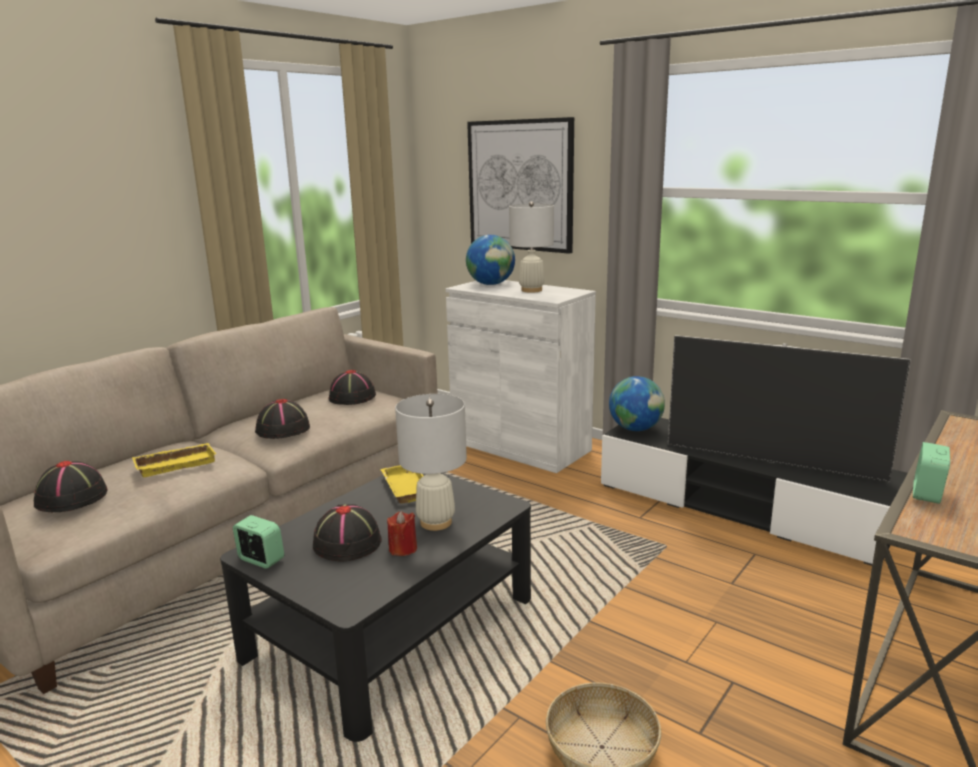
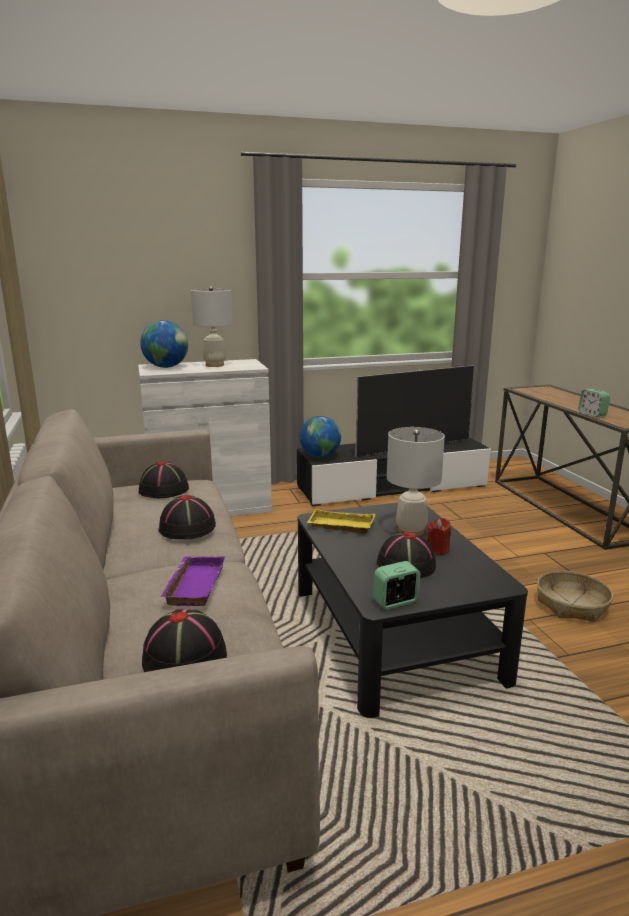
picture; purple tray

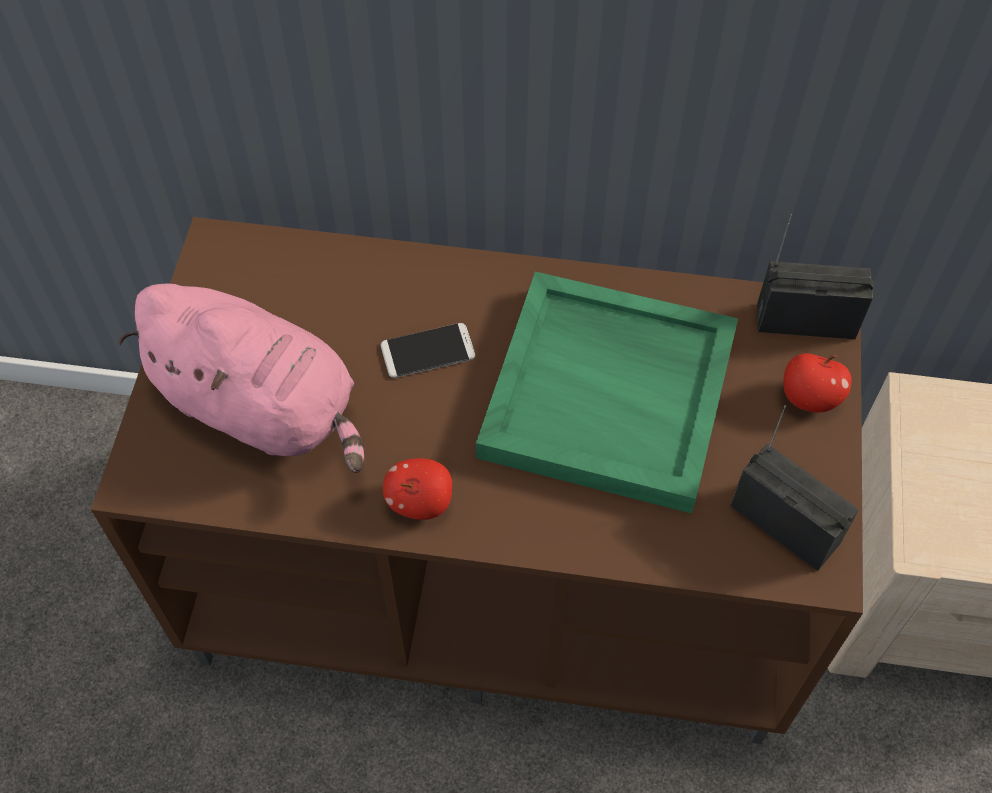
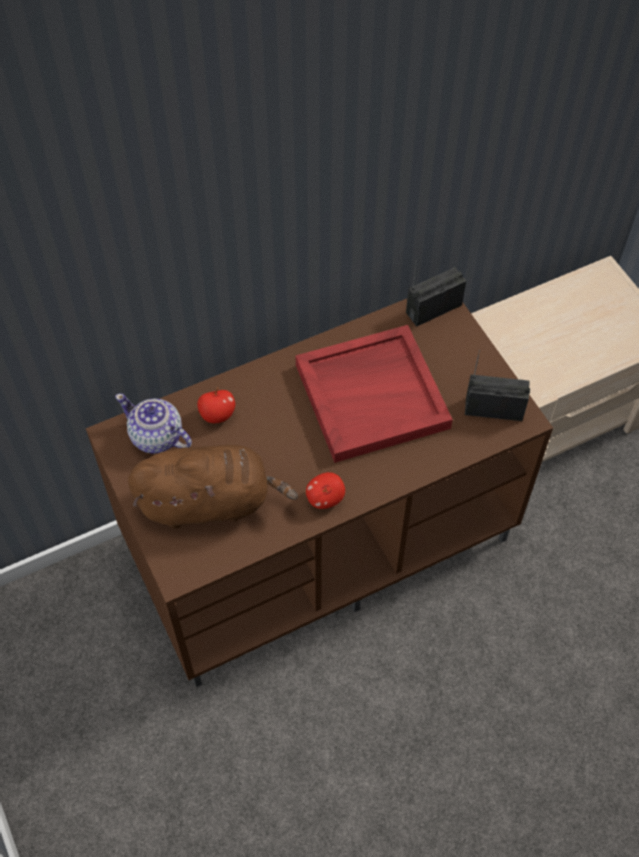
phone; teapot; apple (no. 1 from left); brown plush toy; red tray

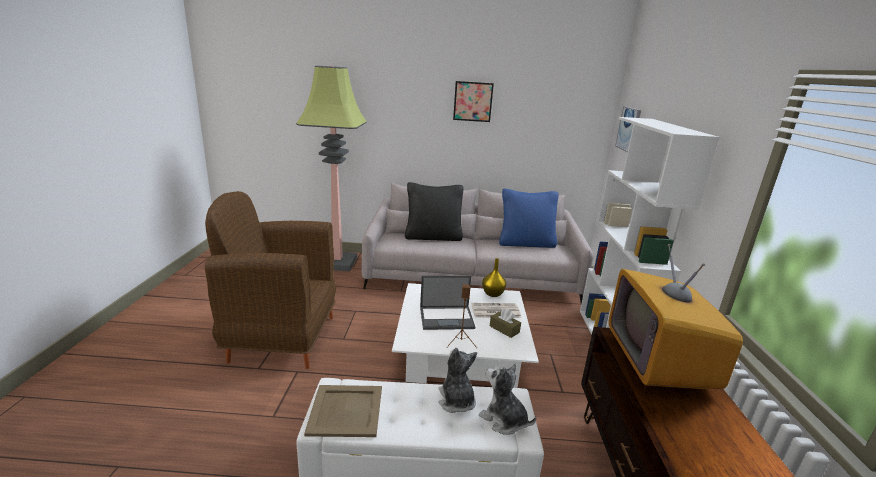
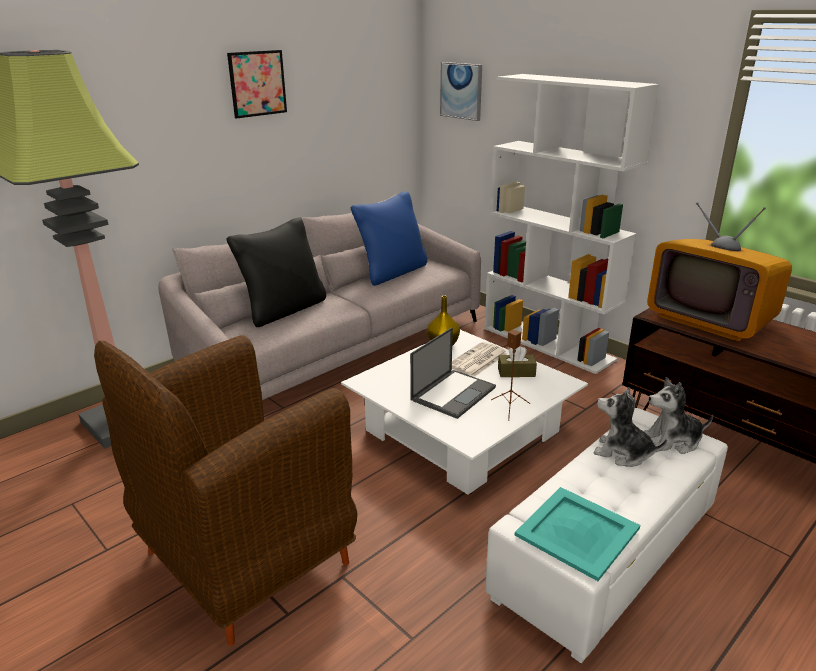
turquoise tray

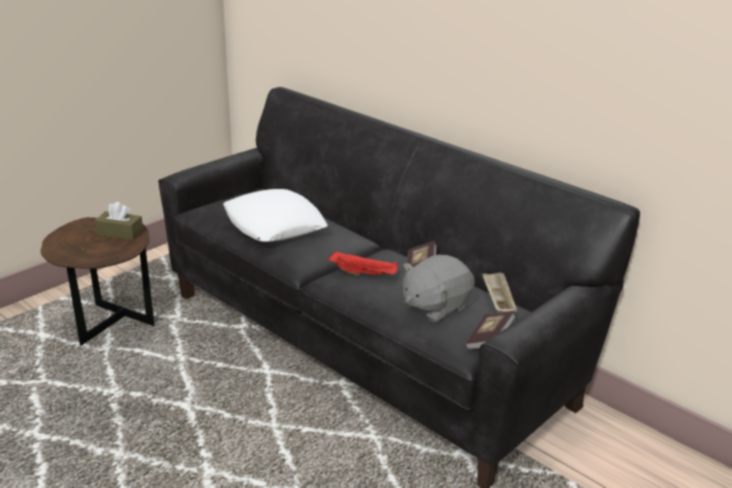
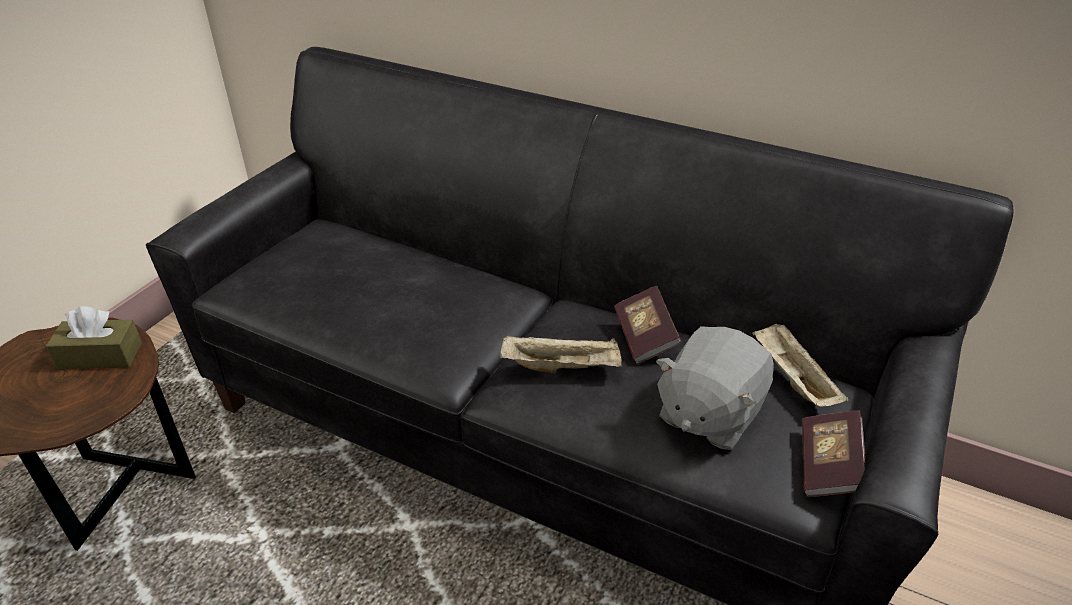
white pillow; beige tray (no. 1 from left)

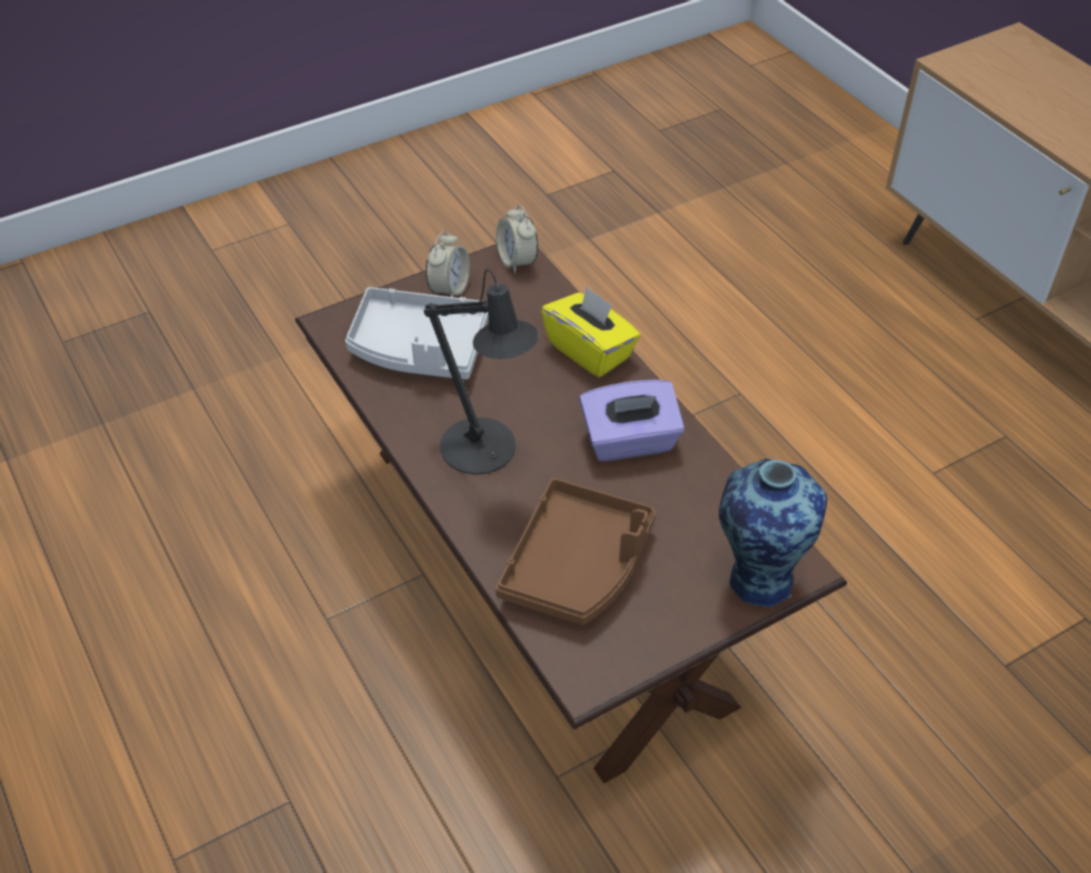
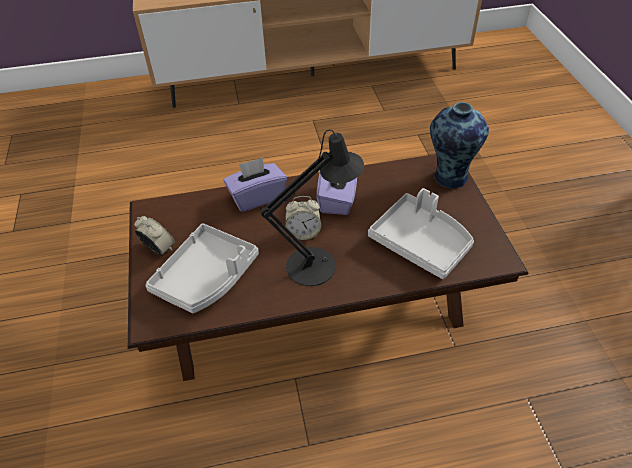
alarm clock (no. 2 from left); grey tray (no. 2 from left); purple tissue box (no. 1 from left)

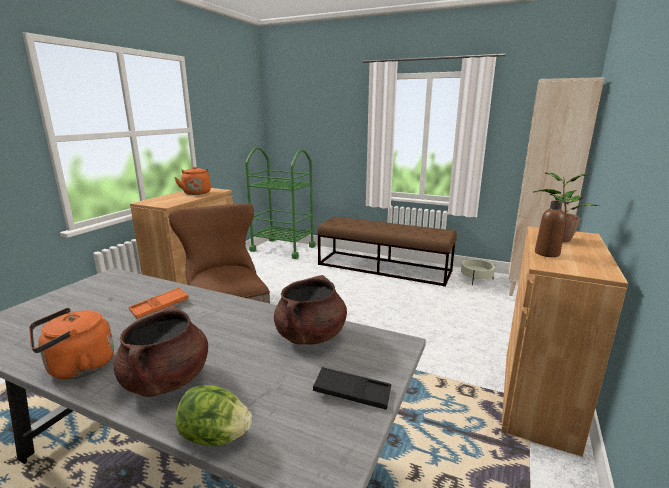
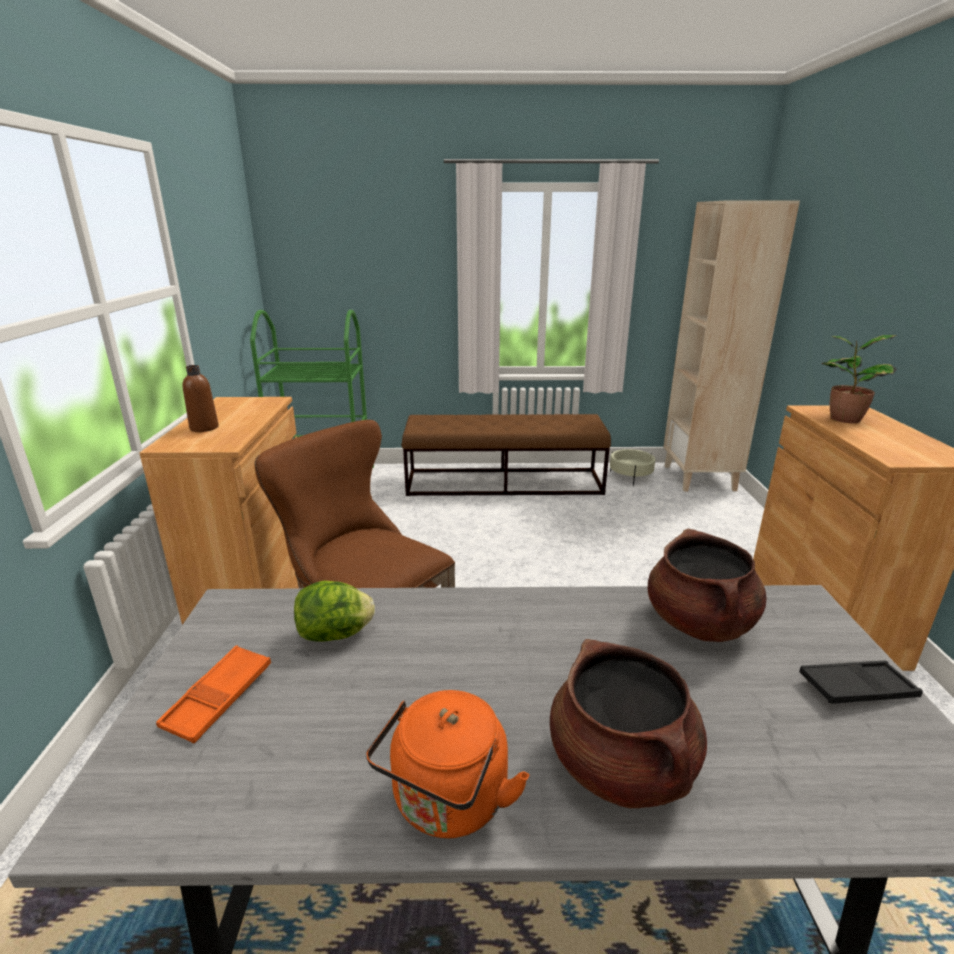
orange kettle (no. 2 from left in the first image); orange tray; lettuce; brown bottle

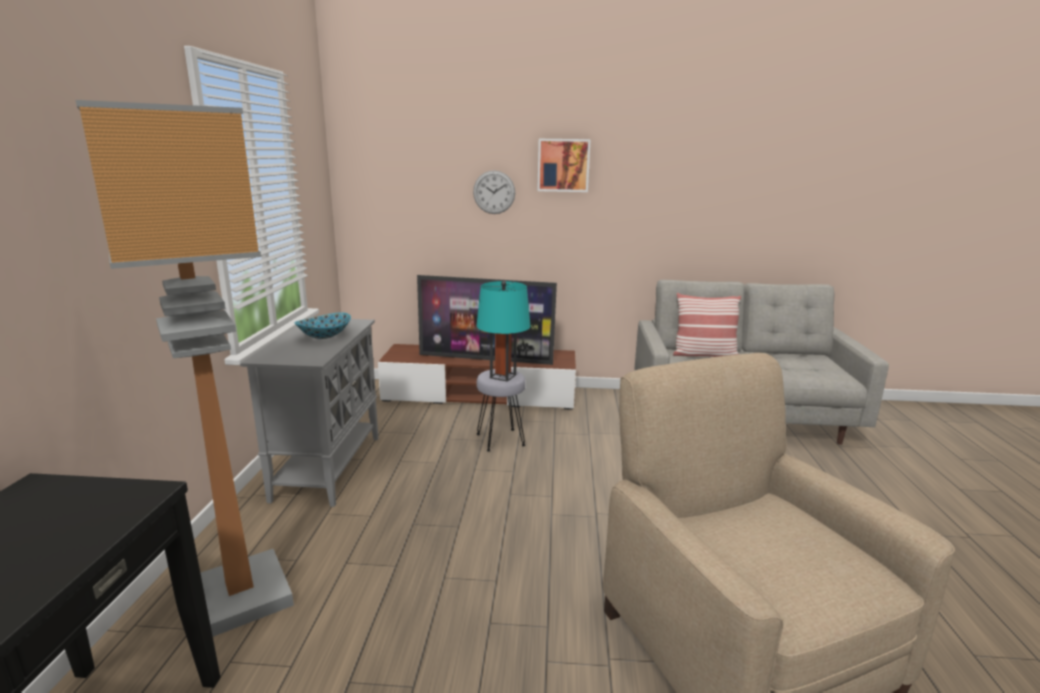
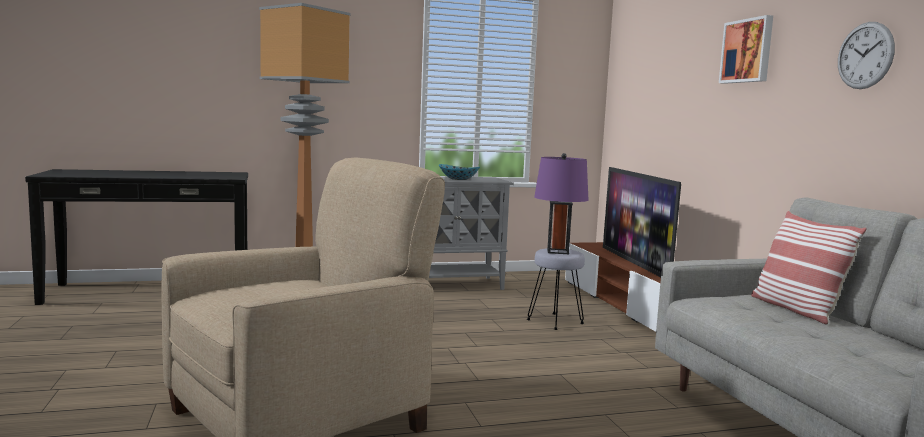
wall clock; purple table lamp

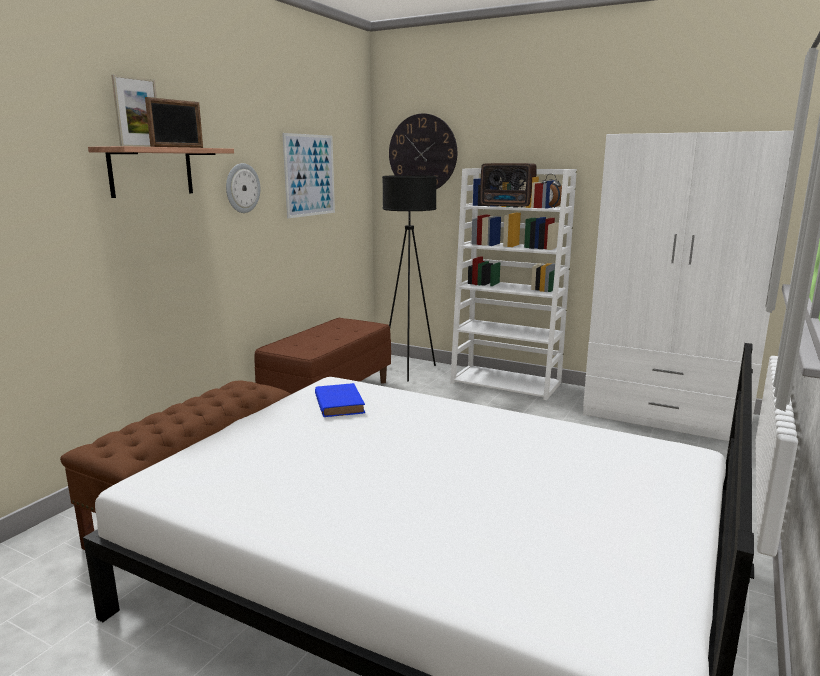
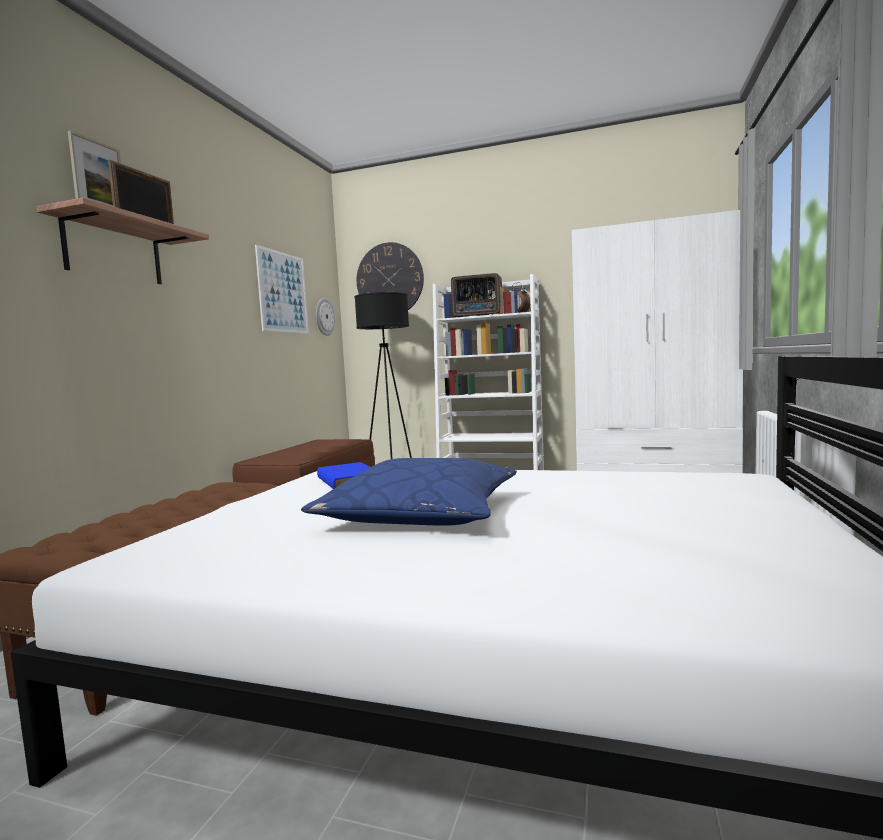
blue pillow; wall clock (no. 1 from left)

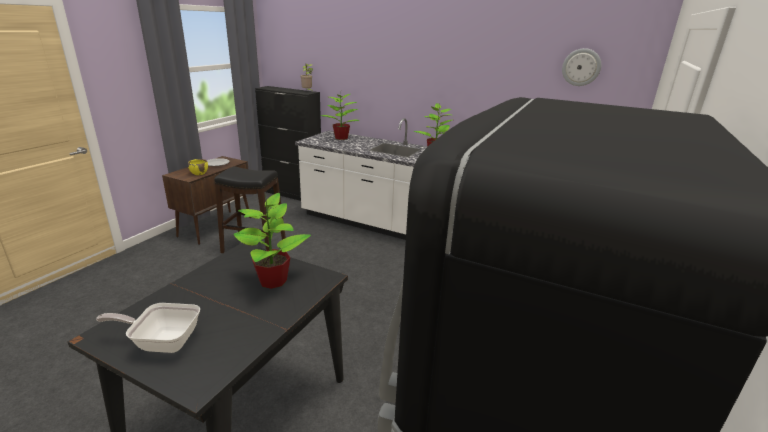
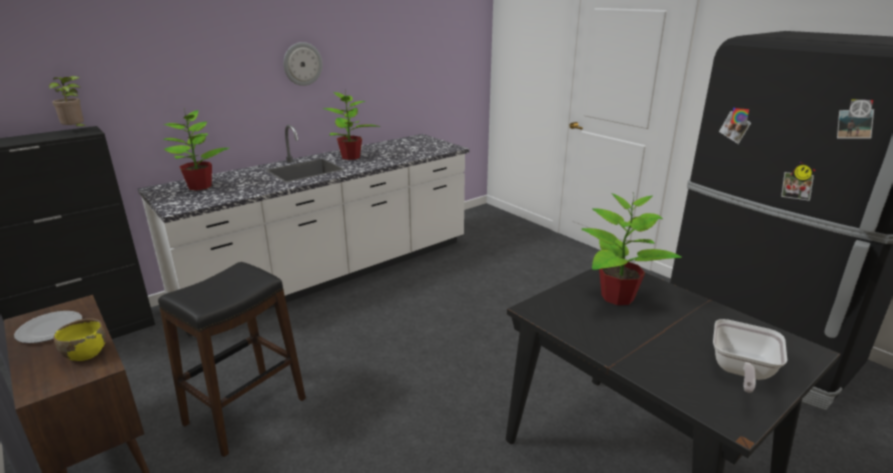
wall clock

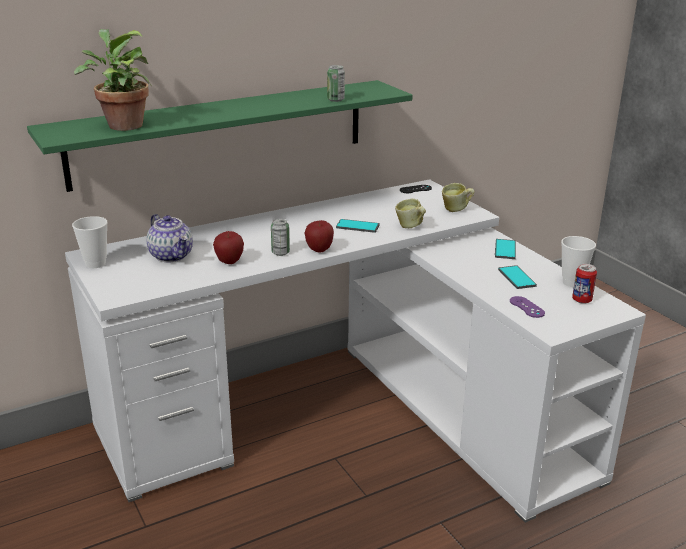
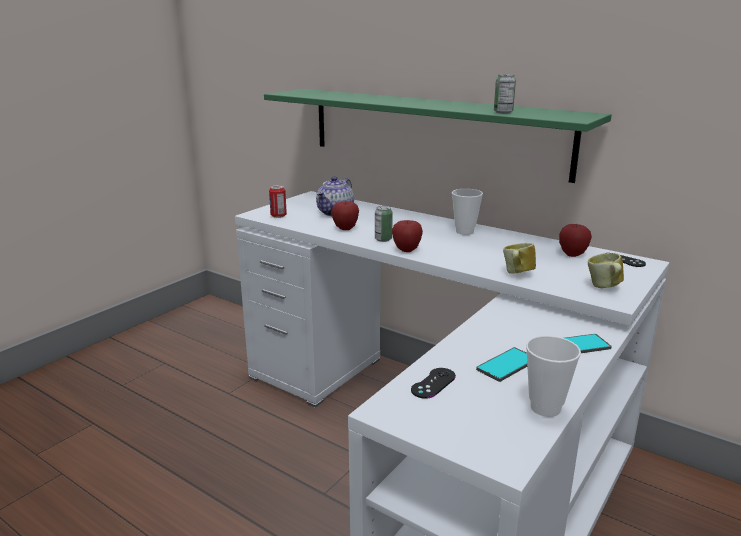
potted plant; phone (no. 1 from left in the first image); apple (no. 3 from left); cup (no. 1 from left); can (no. 1 from left); black game controller (no. 1 from left)

